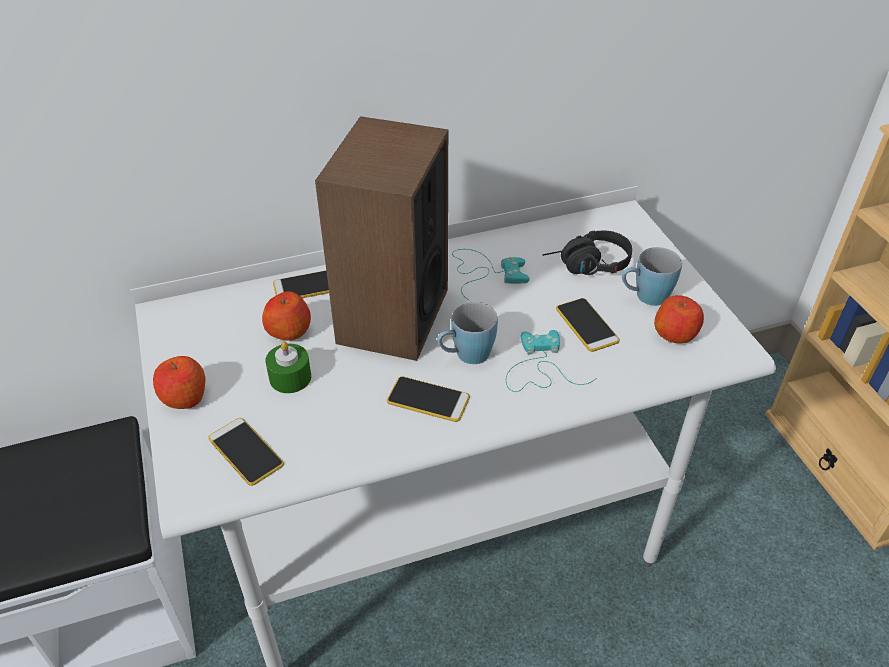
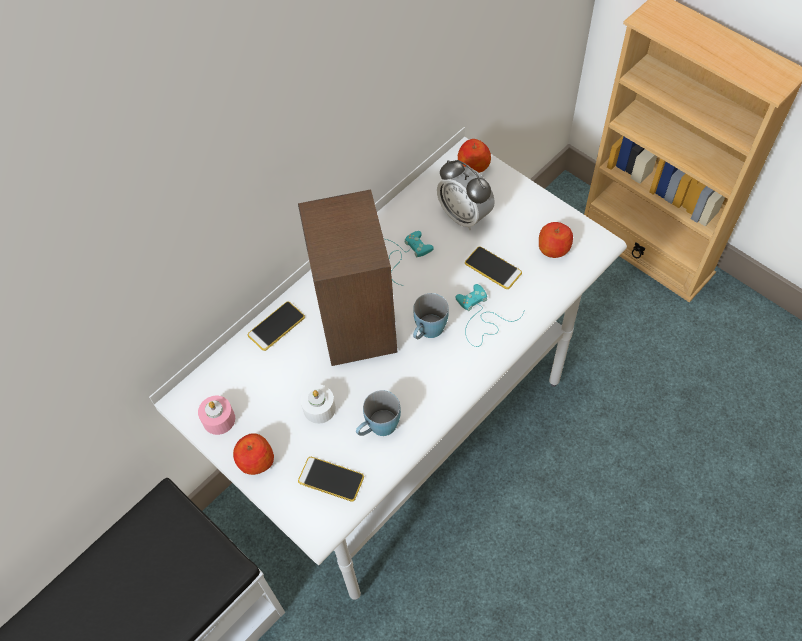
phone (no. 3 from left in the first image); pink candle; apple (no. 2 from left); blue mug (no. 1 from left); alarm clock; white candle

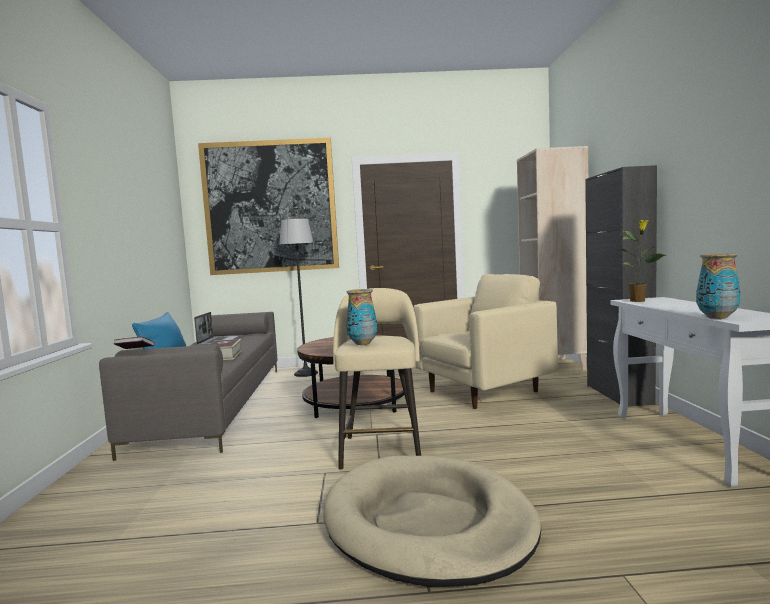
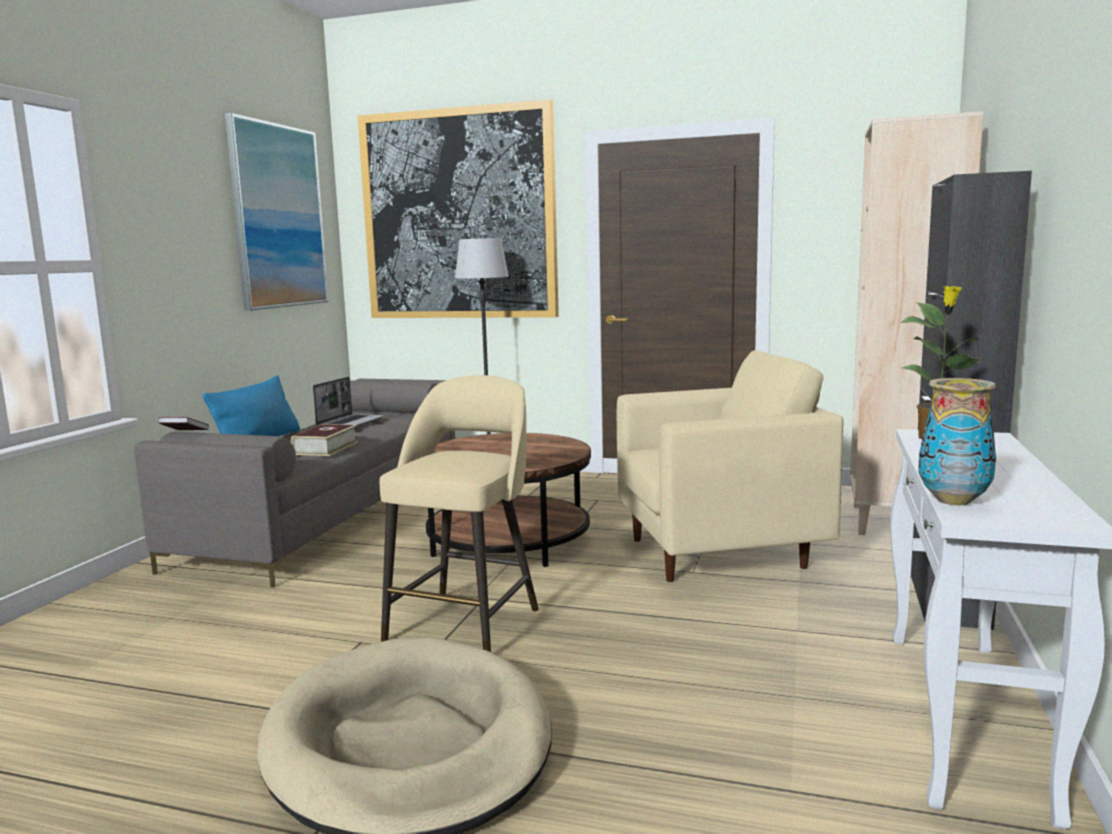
vase (no. 1 from left in the first image); picture (no. 1 from left)

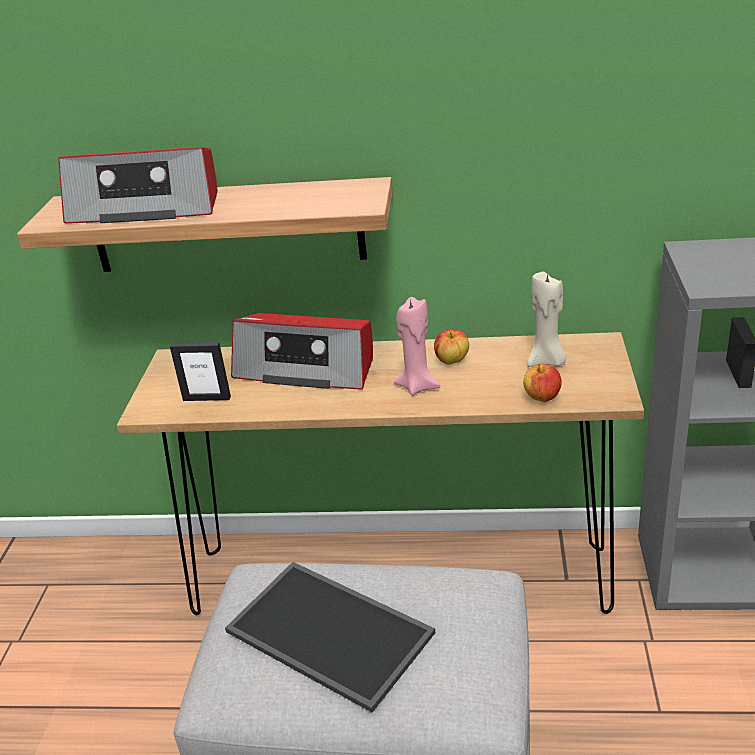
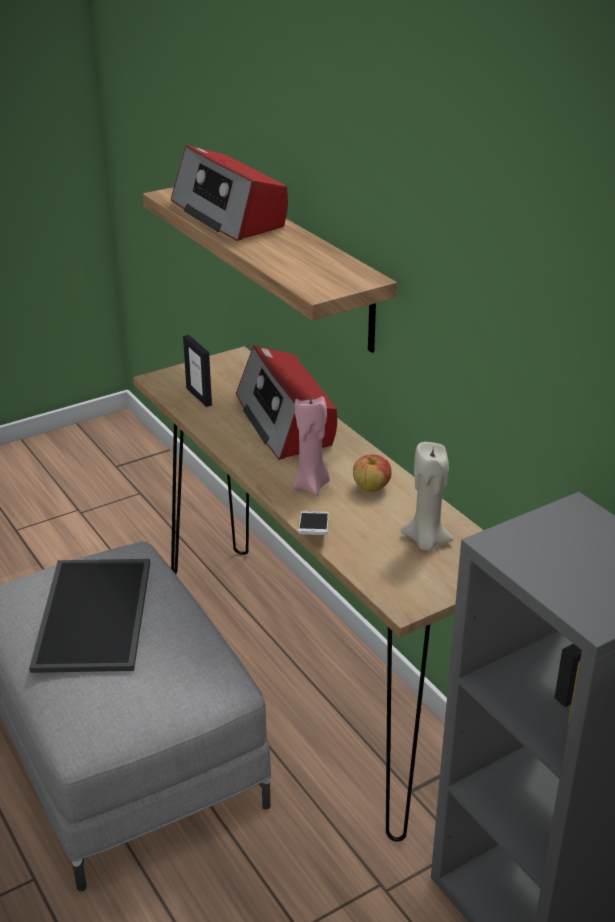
apple (no. 2 from left in the first image); phone

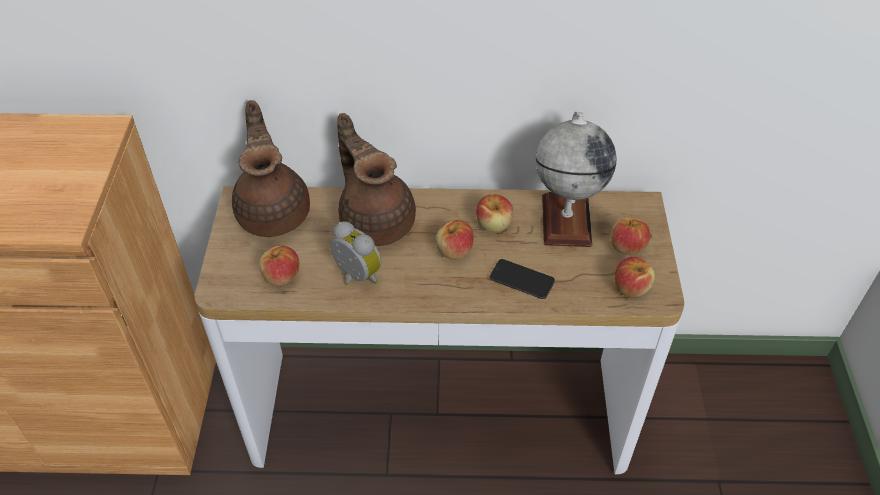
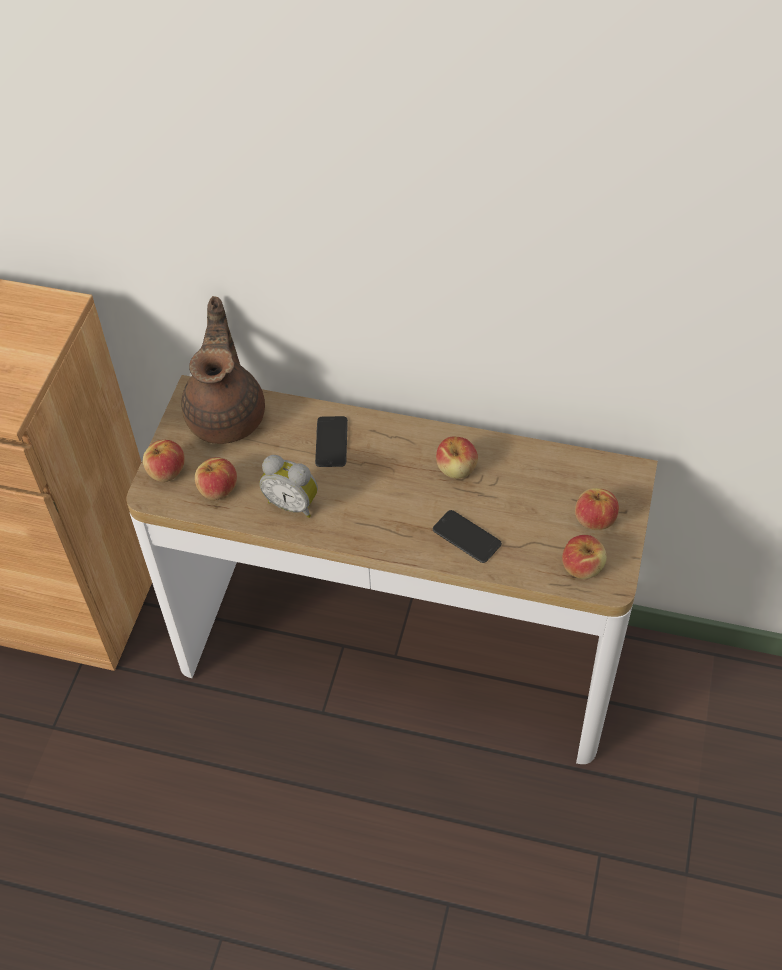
globe; apple (no. 1 from left); phone (no. 1 from left); alarm clock

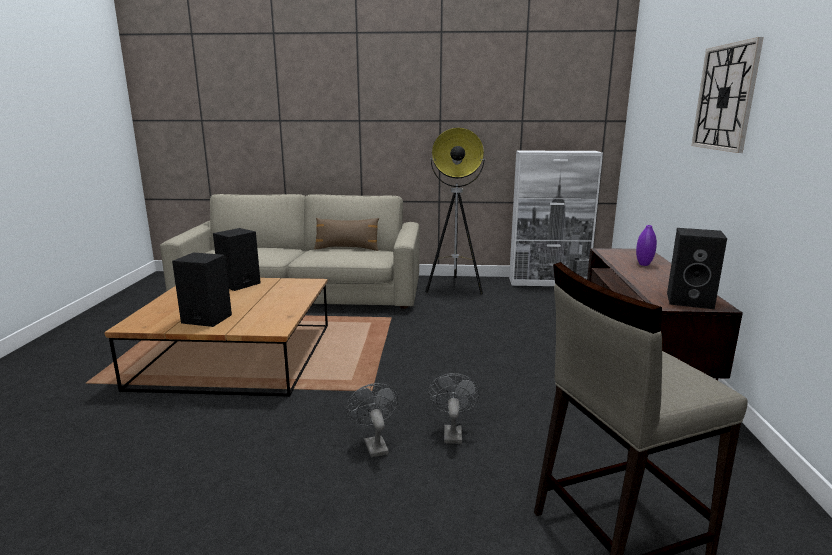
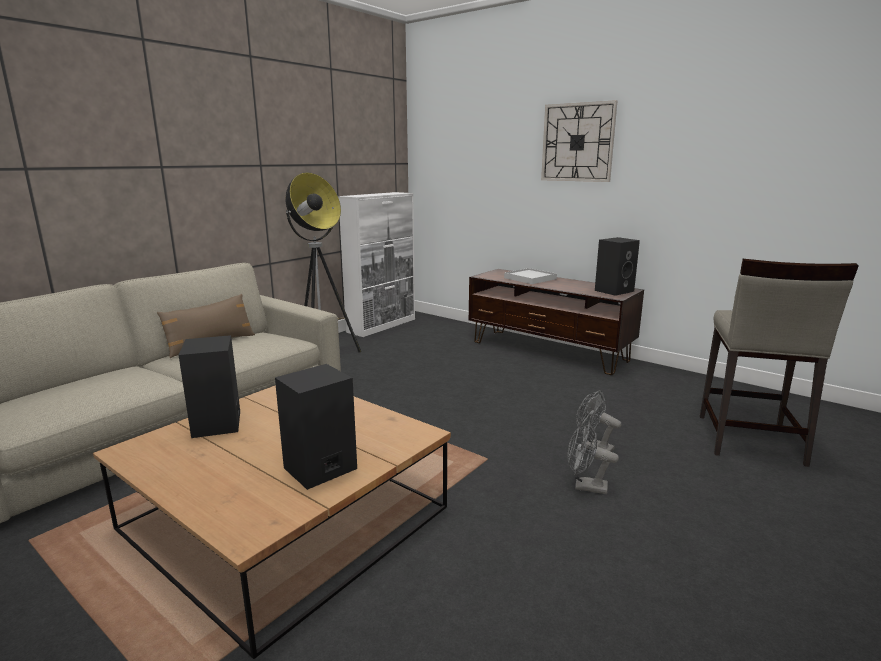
white tray

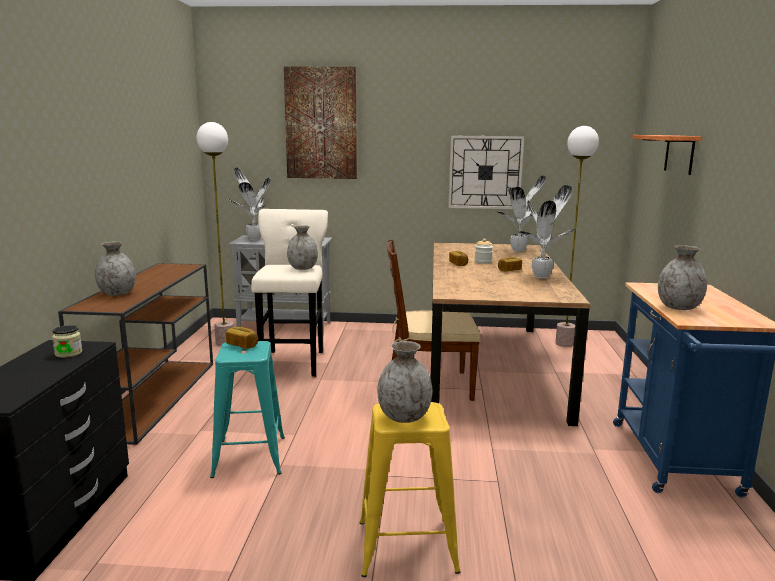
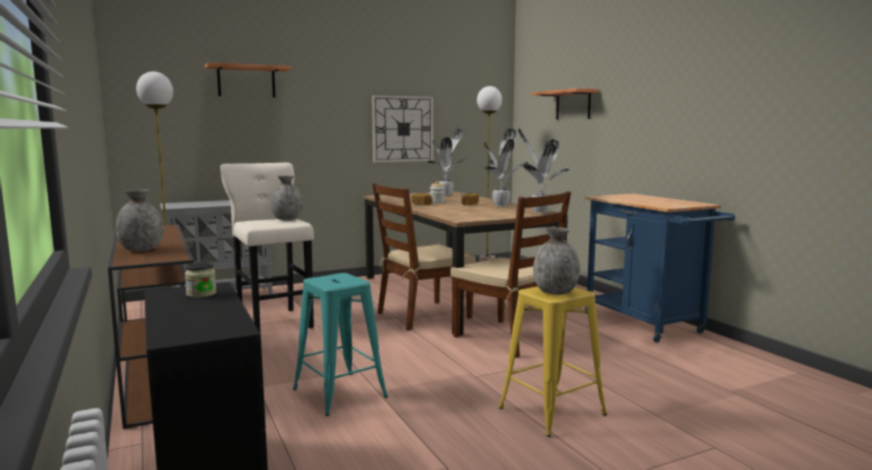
bread (no. 1 from left in the first image); grey vase (no. 4 from left in the first image); brown chair (no. 2 from left); potted plant (no. 3 from left); shelf (no. 1 from left)

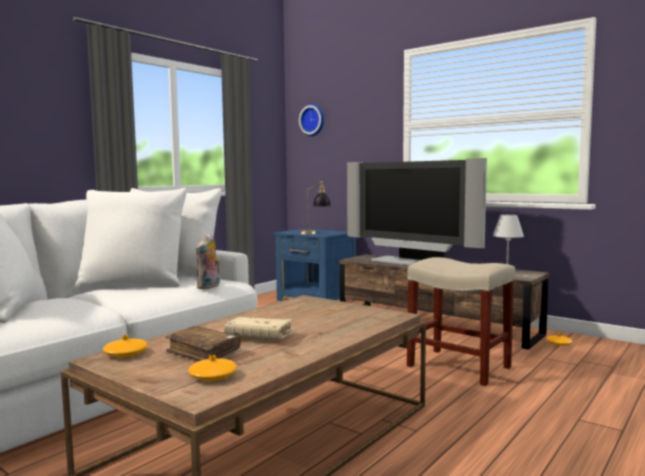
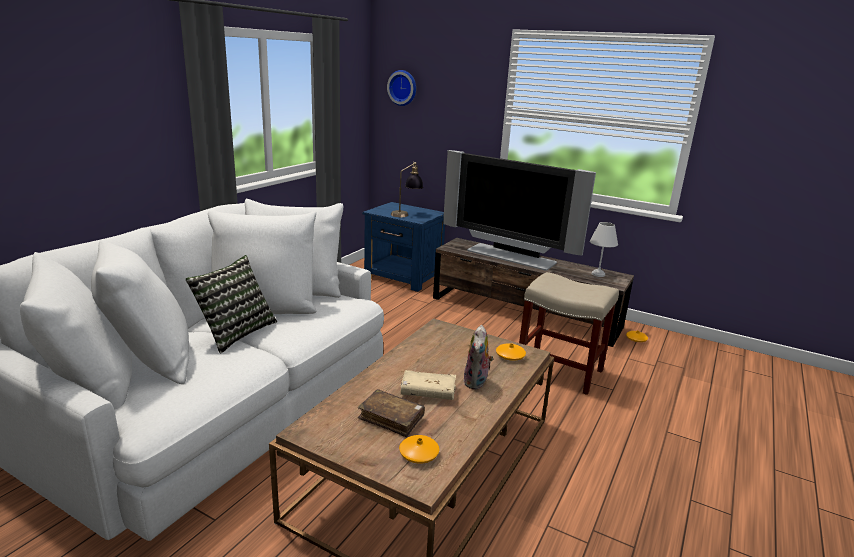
pillow; orange vase (no. 2 from left); plush toy

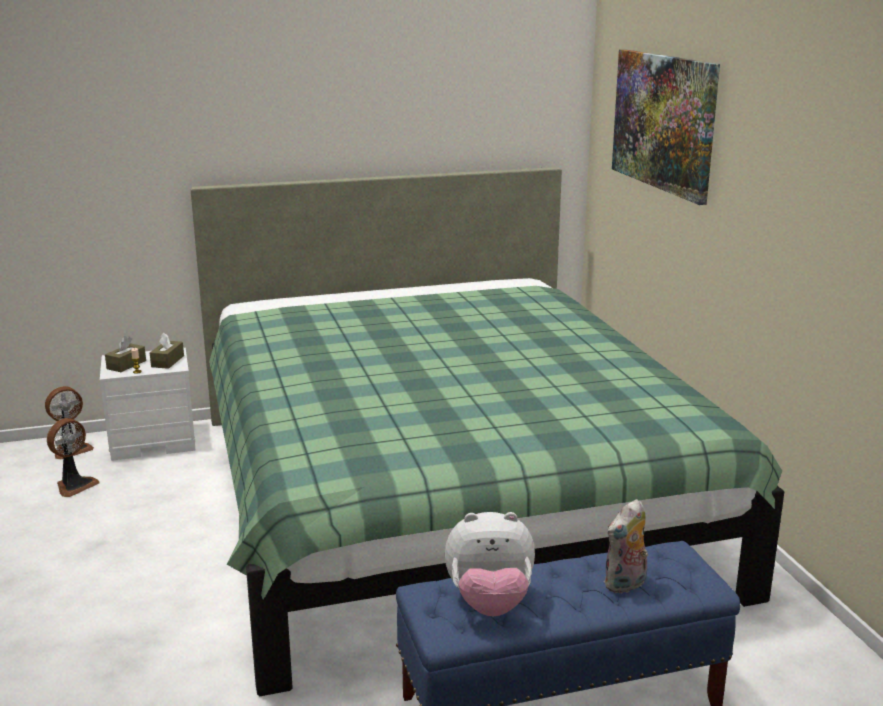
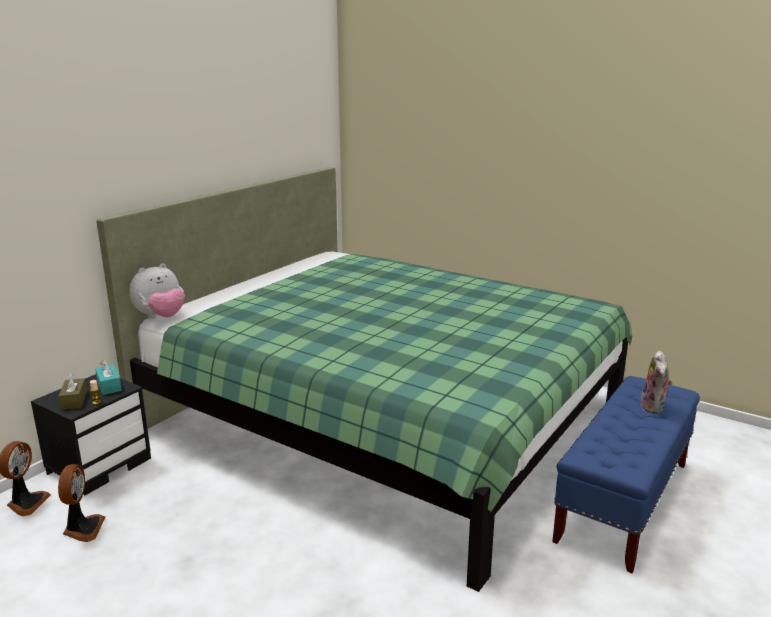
picture; plush toy (no. 1 from left); black nightstand; turquoise tissue box

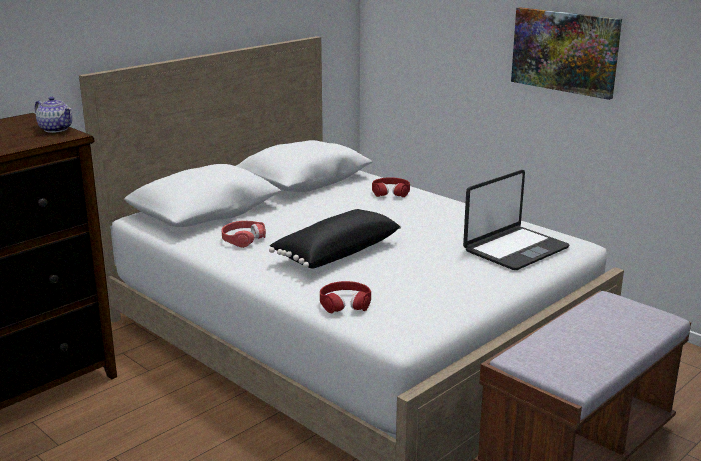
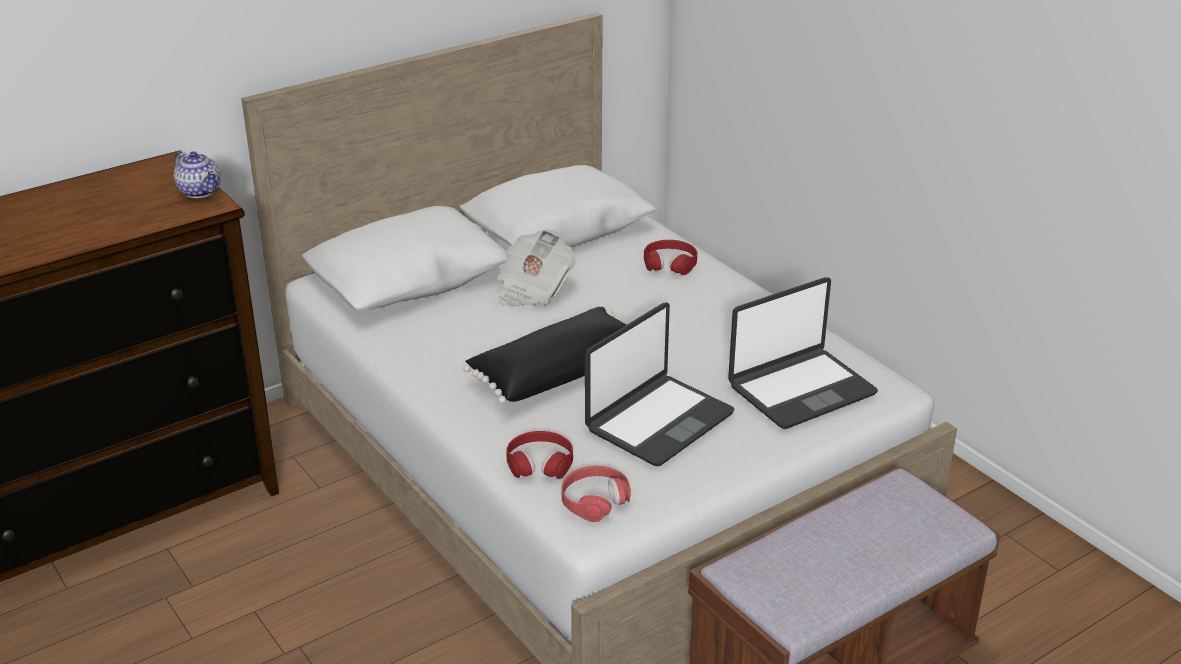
picture; newspaper; laptop (no. 1 from left); red headphones (no. 2 from left)

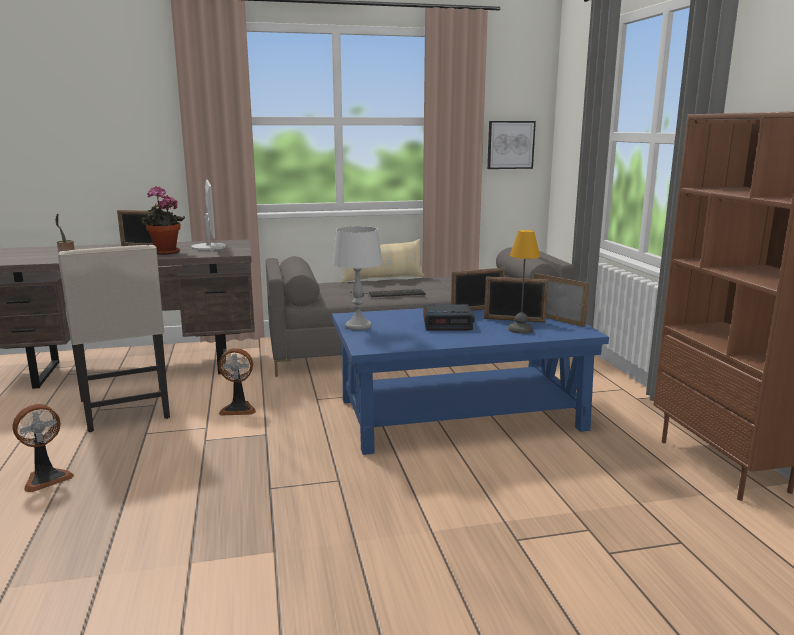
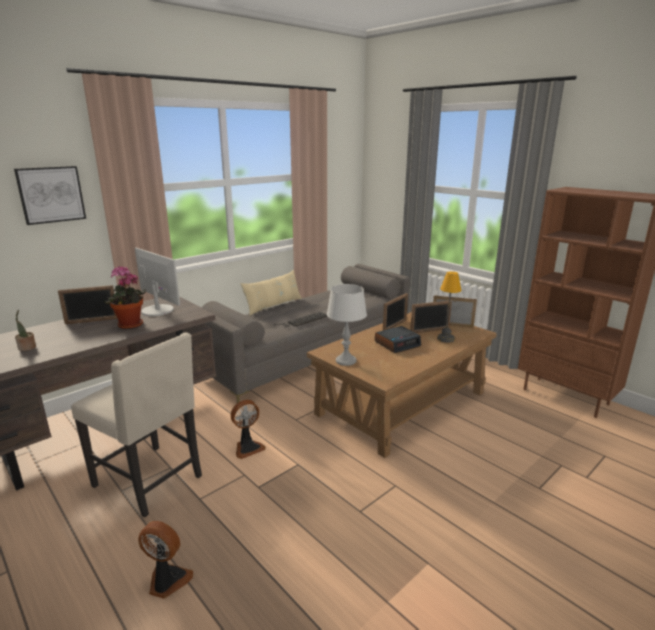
picture; brown coffee table; fan (no. 1 from left)

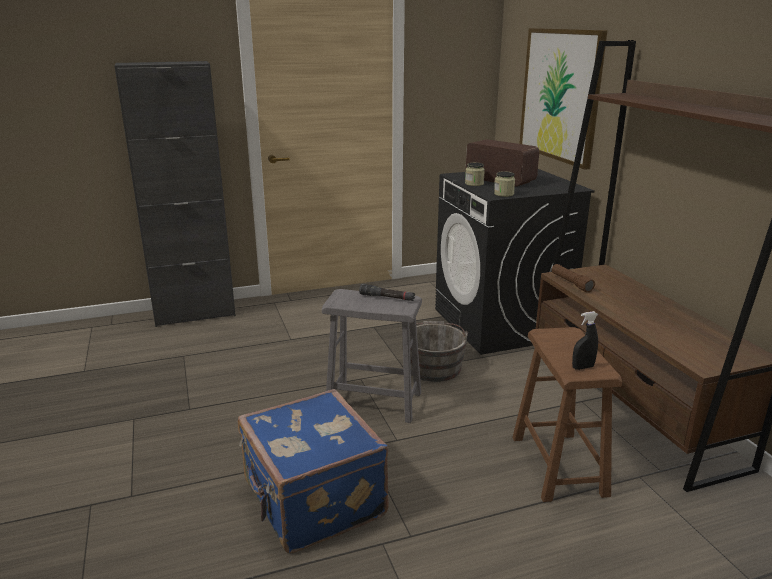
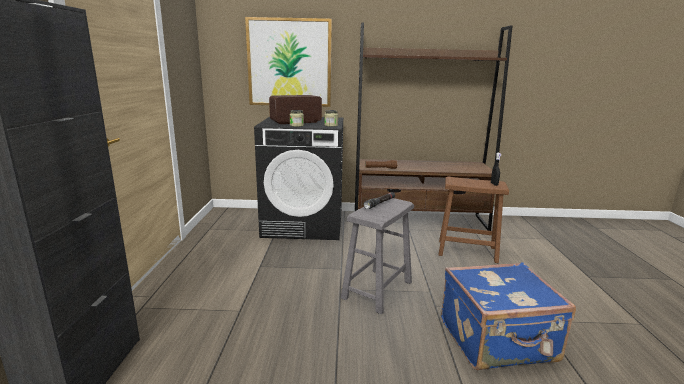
grey bucket

